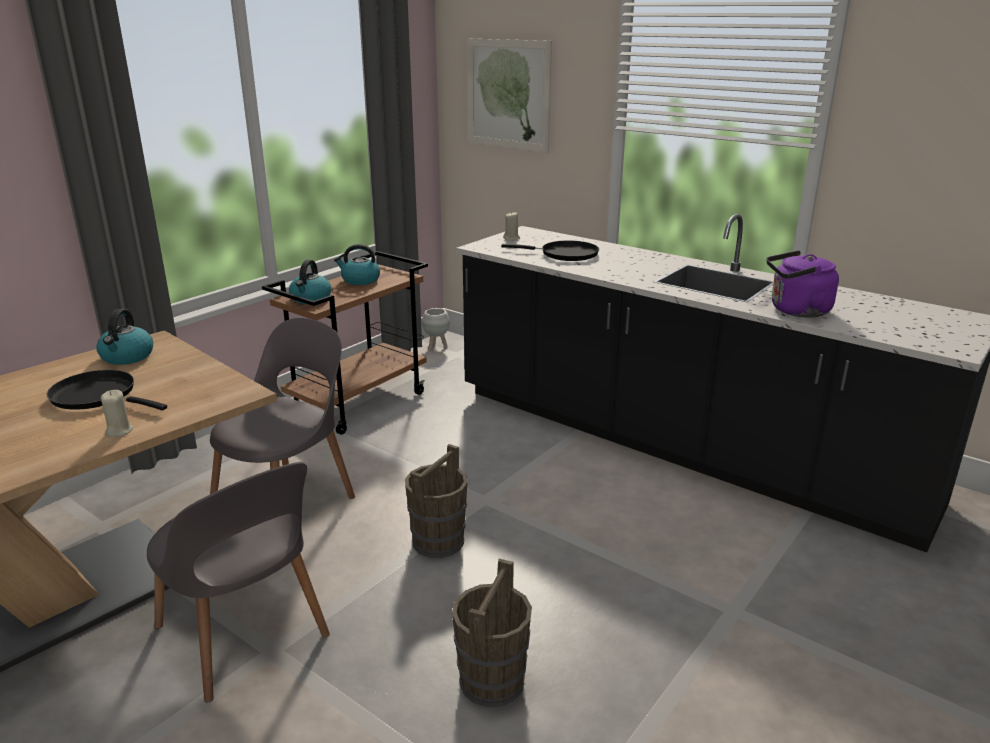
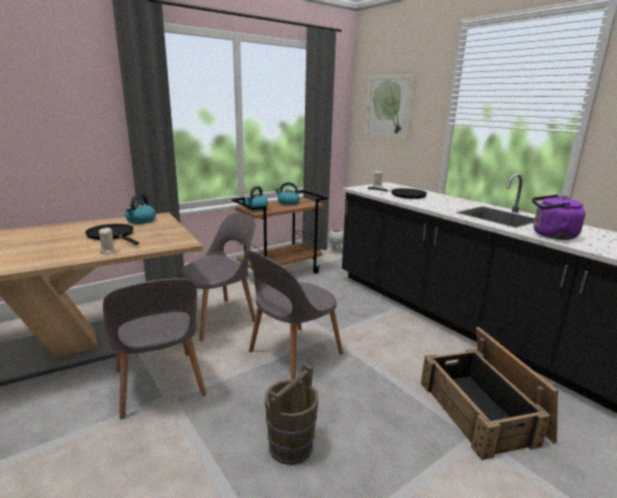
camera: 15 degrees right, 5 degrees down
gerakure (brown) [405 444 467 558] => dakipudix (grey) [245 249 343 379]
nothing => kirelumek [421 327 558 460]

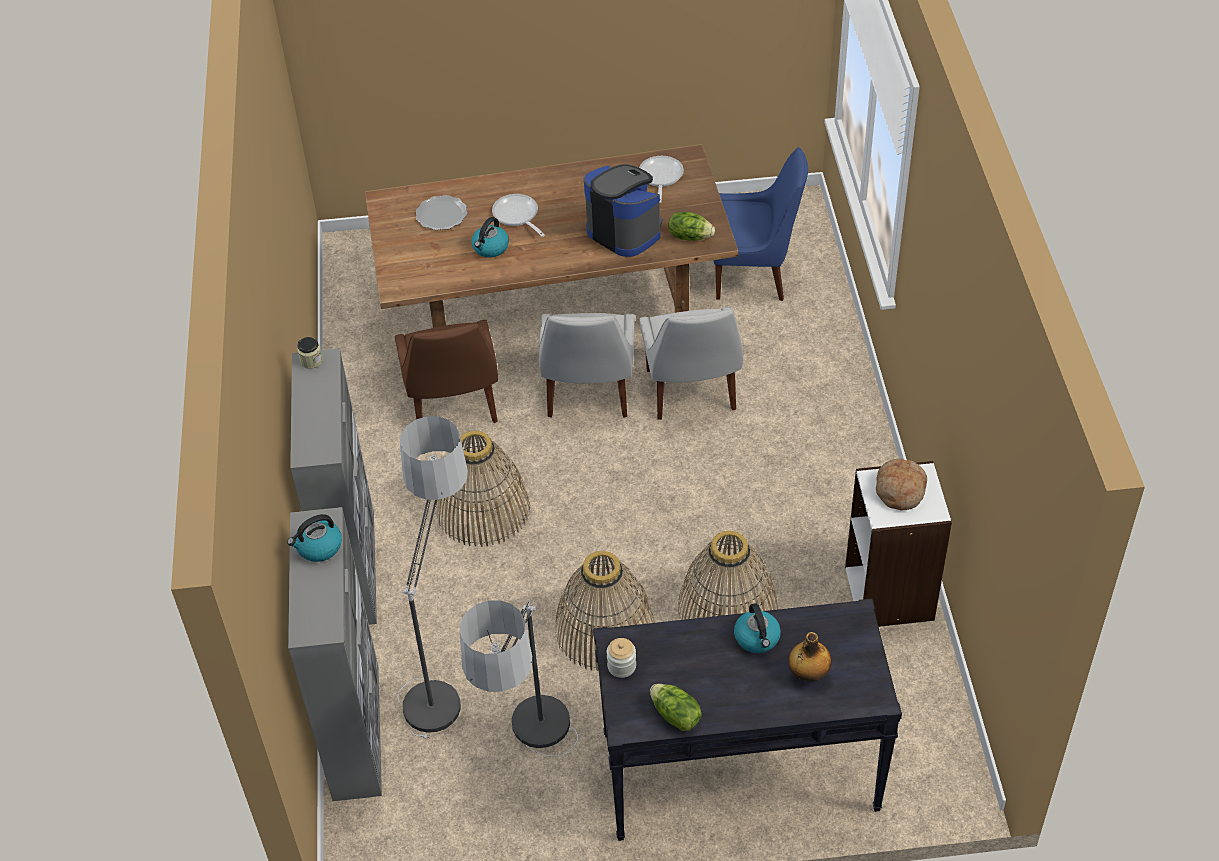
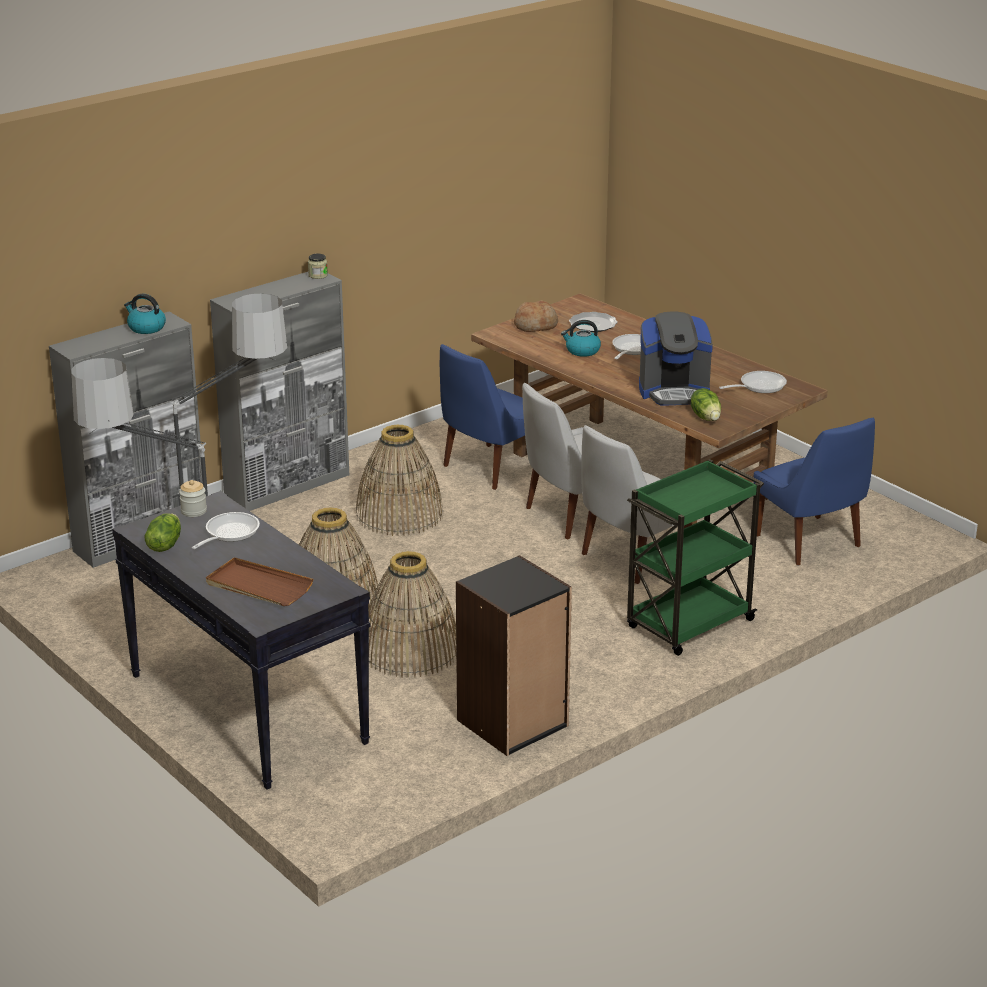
camera: 55 degrees right, 20 degrees down
dakipudix (brown) [395 320 498 423] => dakipudix (blue) [440 344 525 490]
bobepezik [584 164 662 257] => bobepezik [639 311 713 405], 75 degrees clockwise
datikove [734 603 781 653] => nothing
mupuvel [788 632 832 682] => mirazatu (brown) [206 557 313 606]
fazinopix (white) [845 461 952 627] => fazinopix (black) [456 555 572 756]
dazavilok [876 458 927 510] => dazavilok [514 300 558 332], move
nothing => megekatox [192 512 260 549]
nothing => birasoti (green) [627 459 764 656]

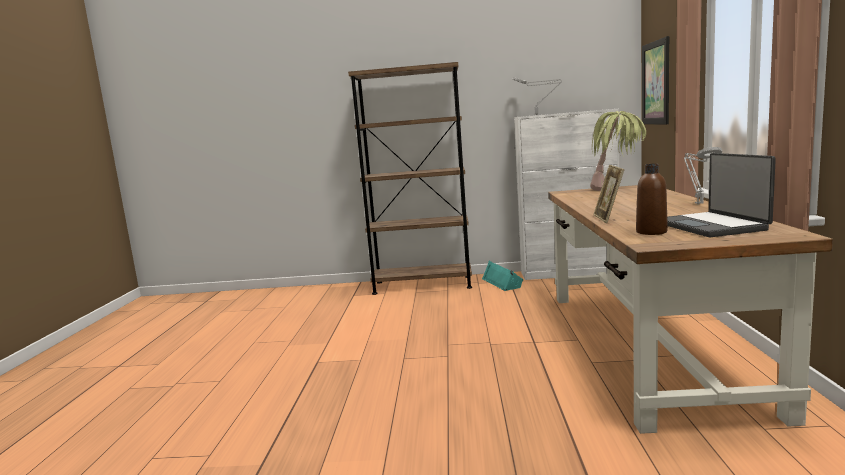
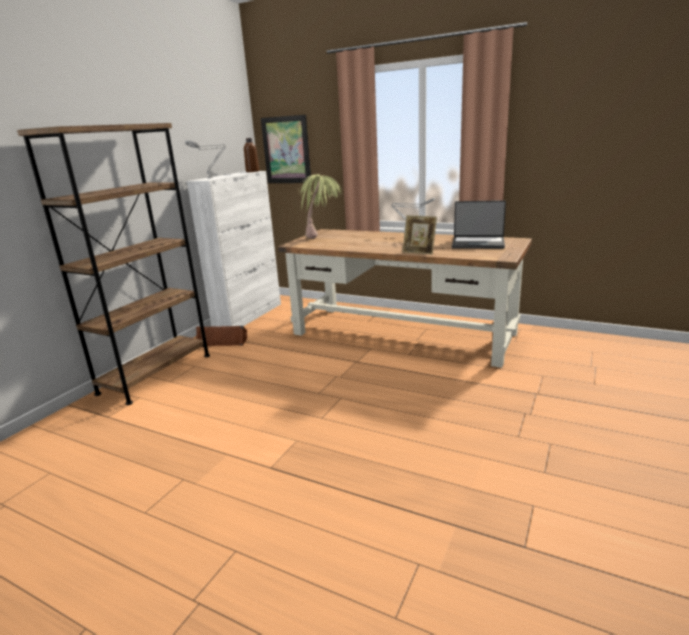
camera: 65 degrees left, 10 degrees up
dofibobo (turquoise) [482 261 523 291] => dofibobo (brown) [196 326 247 346]
mupuvel (brown) [636 164 668 235] => mupuvel (brown) [244 138 259 172], move

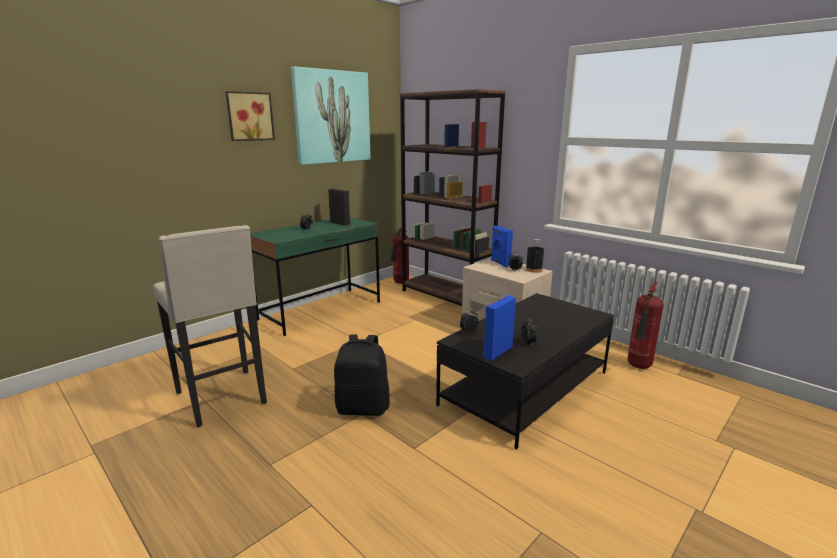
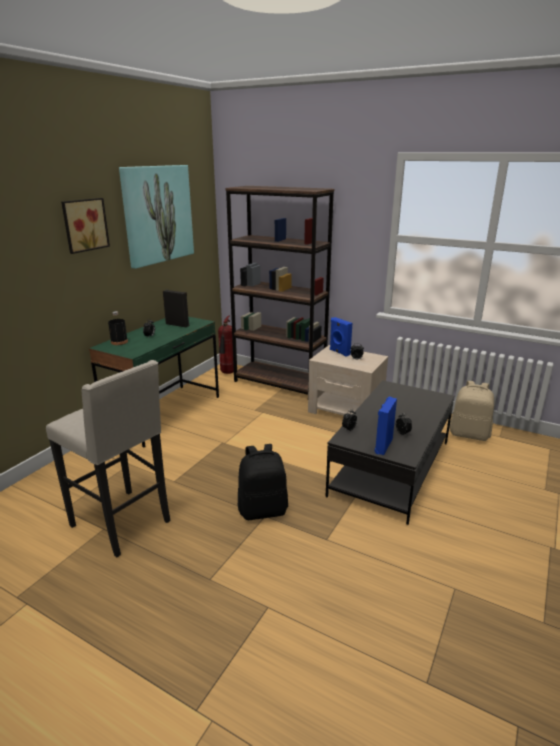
camera: 15 degrees left, 5 degrees up
mupuvel (black) [526 239 544 273] => mupuvel (black) [108 311 128 345], move
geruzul [628 282 663 369] => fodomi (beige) [450 381 494 441]

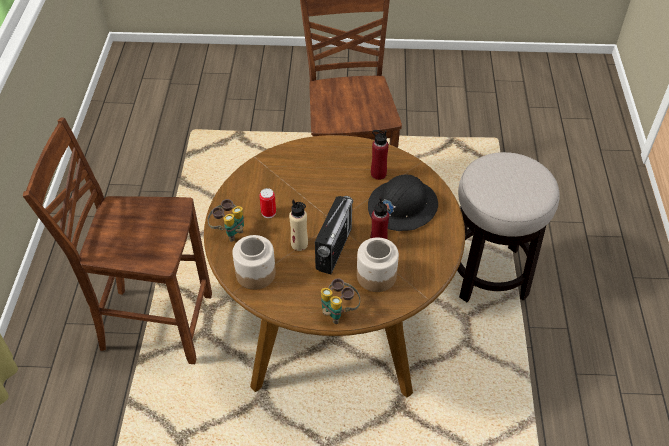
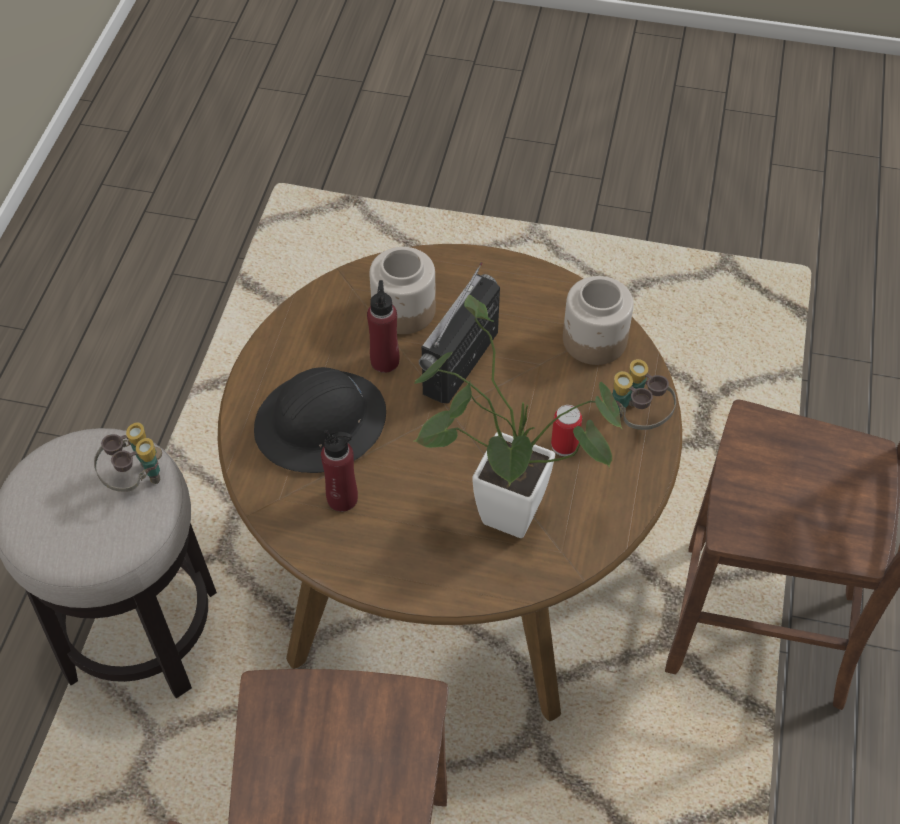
camera: 170 degrees left, 5 degrees up
mupuvel (beige) [289 200 308 251] => nothing
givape [321 278 360 324] => givape [94 422 162 492], move
nothing => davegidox [414 295 623 538]

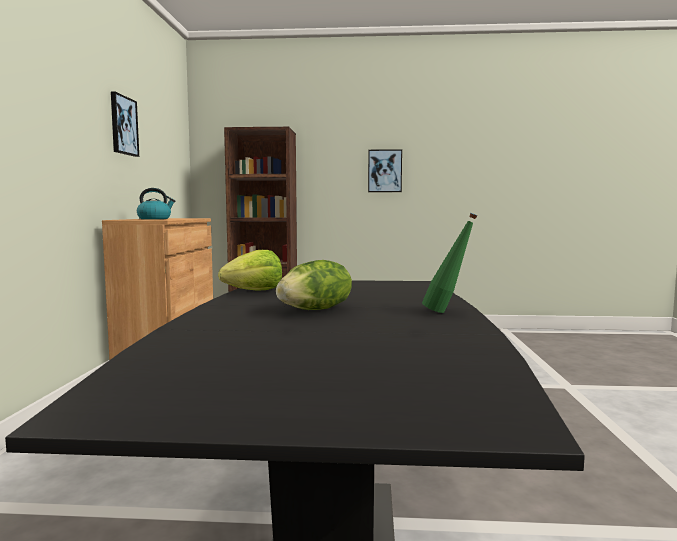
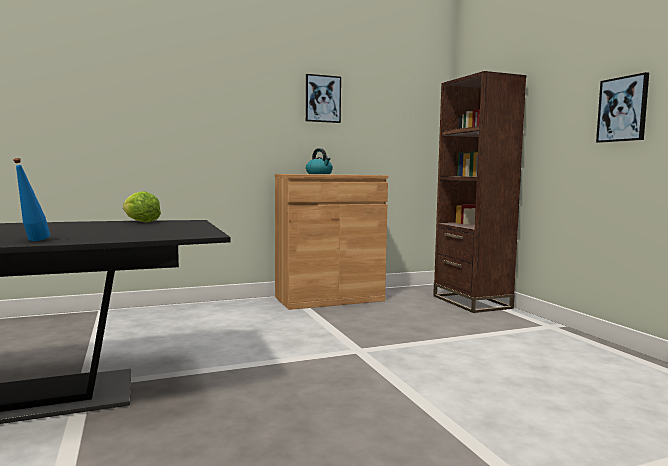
camera: 65 degrees right, 0 degrees up
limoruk [276 260 352 310] => nothing
mupuvel (green) [422 213 477 313] => mupuvel (blue) [13 158 50 241]

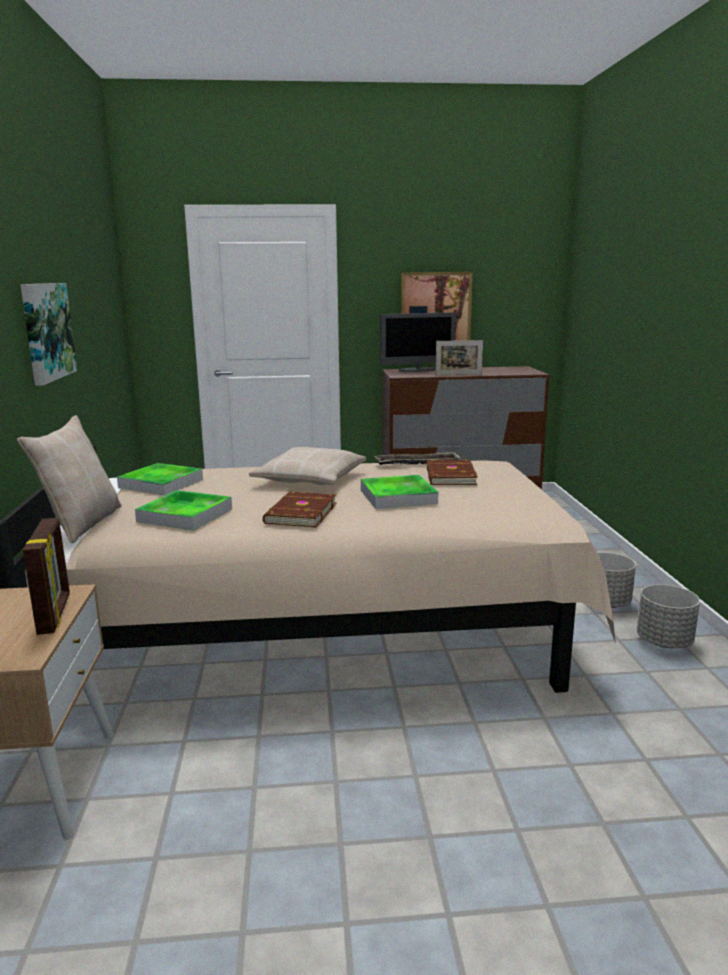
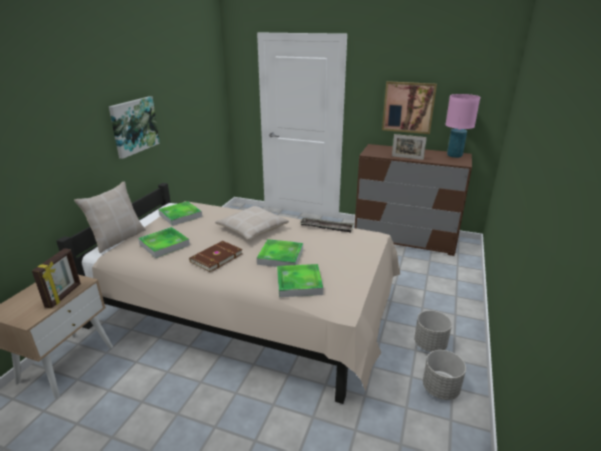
camera: 25 degrees right, 10 degrees up
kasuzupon [380 312 456 372] => nothing
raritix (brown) [426 460 478 485] => nothing
nothing => mirazatu [277 264 323 297]
nothing => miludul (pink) [445 94 480 158]

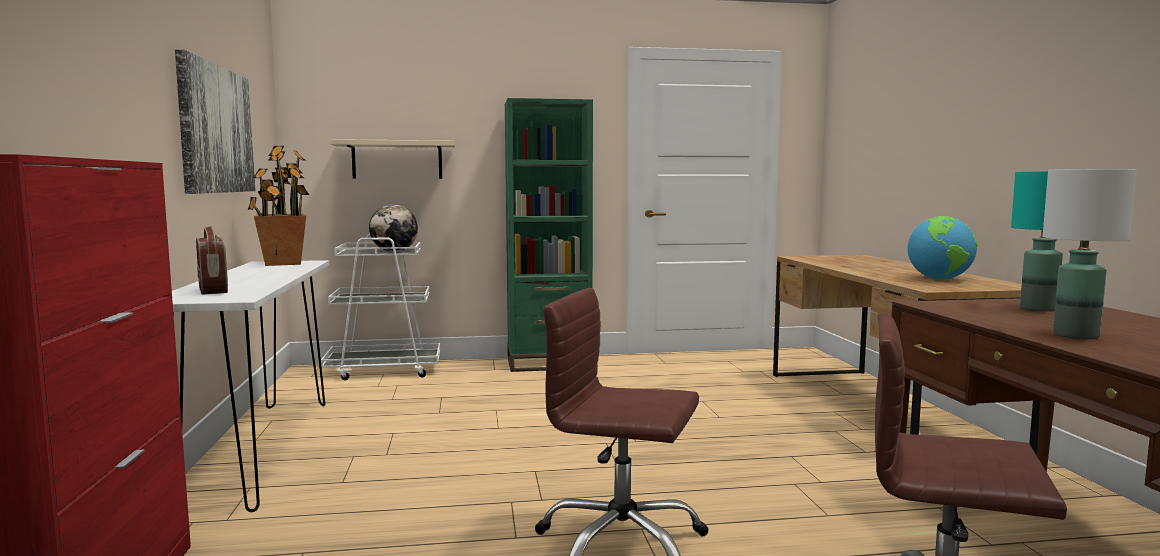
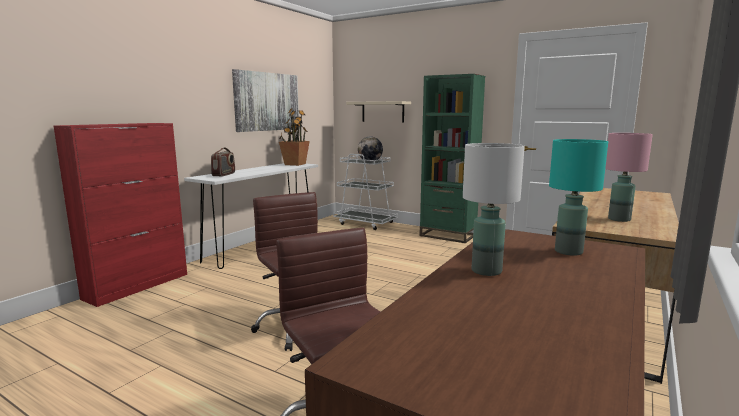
camera: 40 degrees right, 5 degrees up
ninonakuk [908 216 977 280] => miludul (pink) [605 133 653 222]

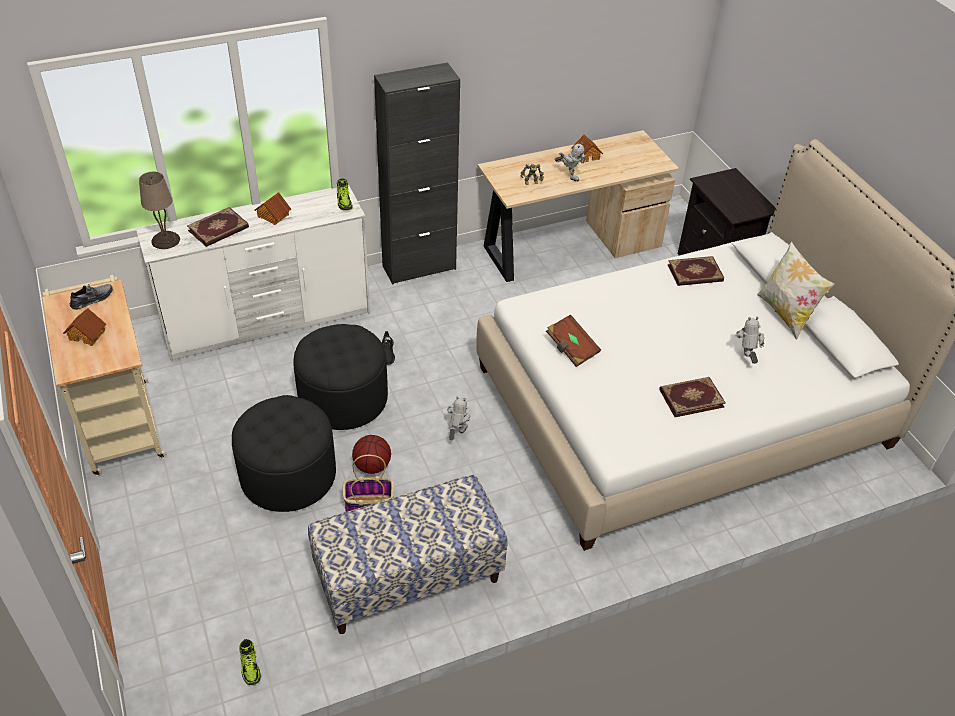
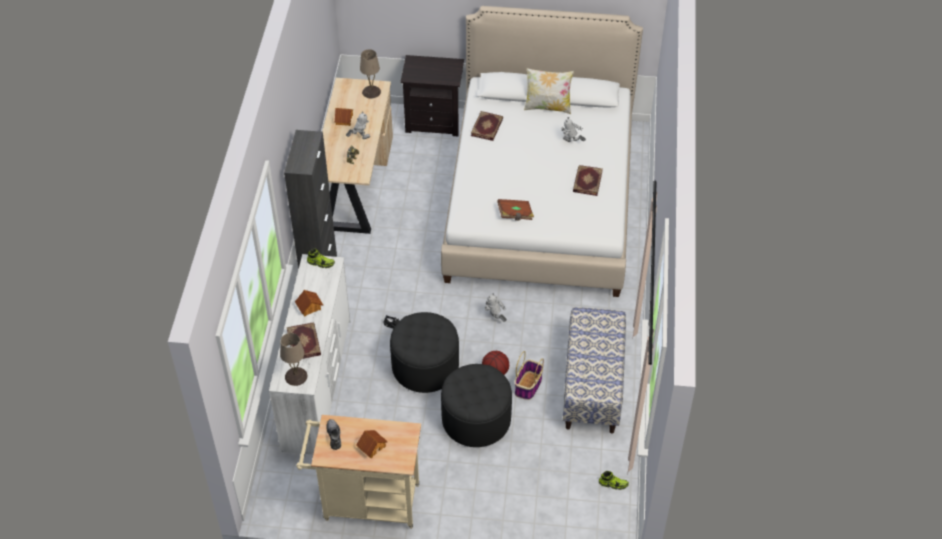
camera: 60 degrees left, 5 degrees up
nothing => miludul (beige) [360 49 381 98]

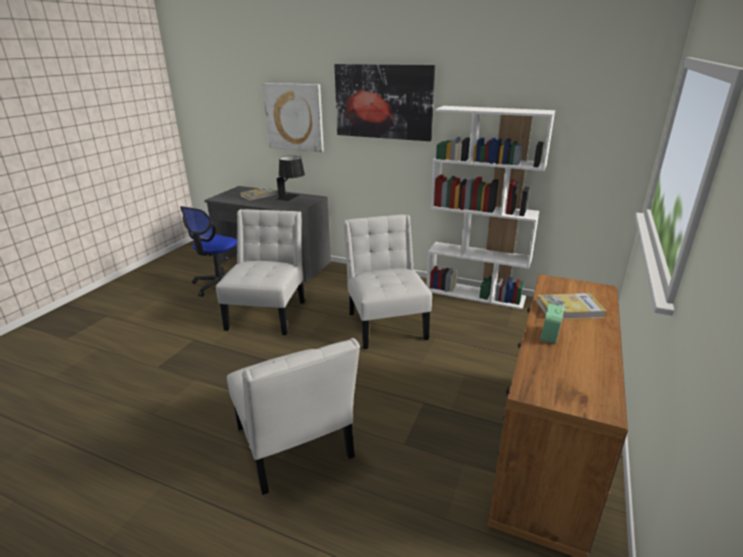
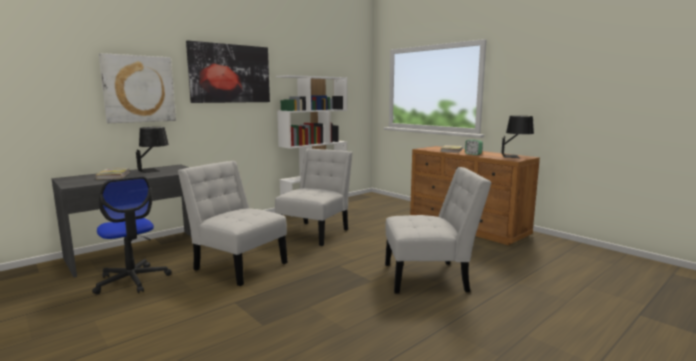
camera: 65 degrees left, 15 degrees down
dakipudix (white) [343 214 432 349] => dakipudix (white) [275 149 353 246], 105 degrees clockwise
nothing => miludul (black) [501 116 534 158]

